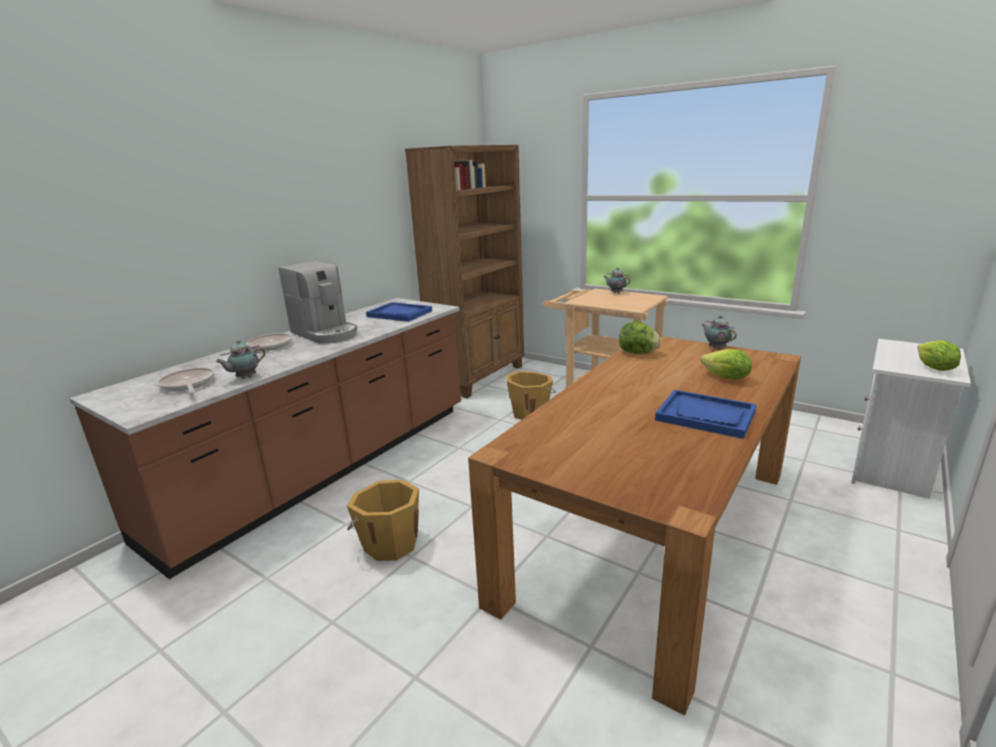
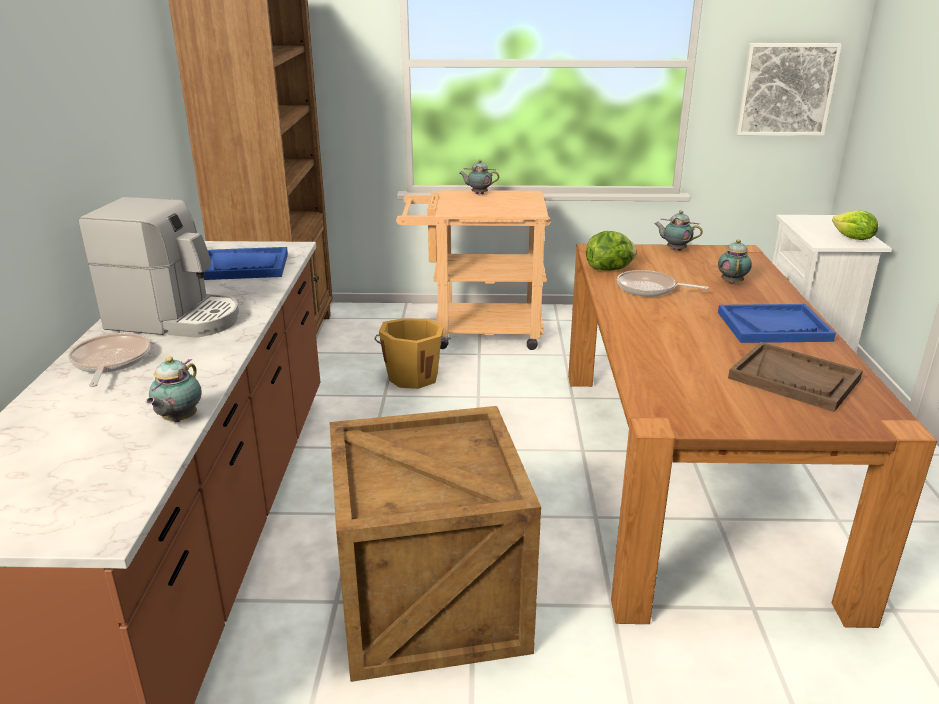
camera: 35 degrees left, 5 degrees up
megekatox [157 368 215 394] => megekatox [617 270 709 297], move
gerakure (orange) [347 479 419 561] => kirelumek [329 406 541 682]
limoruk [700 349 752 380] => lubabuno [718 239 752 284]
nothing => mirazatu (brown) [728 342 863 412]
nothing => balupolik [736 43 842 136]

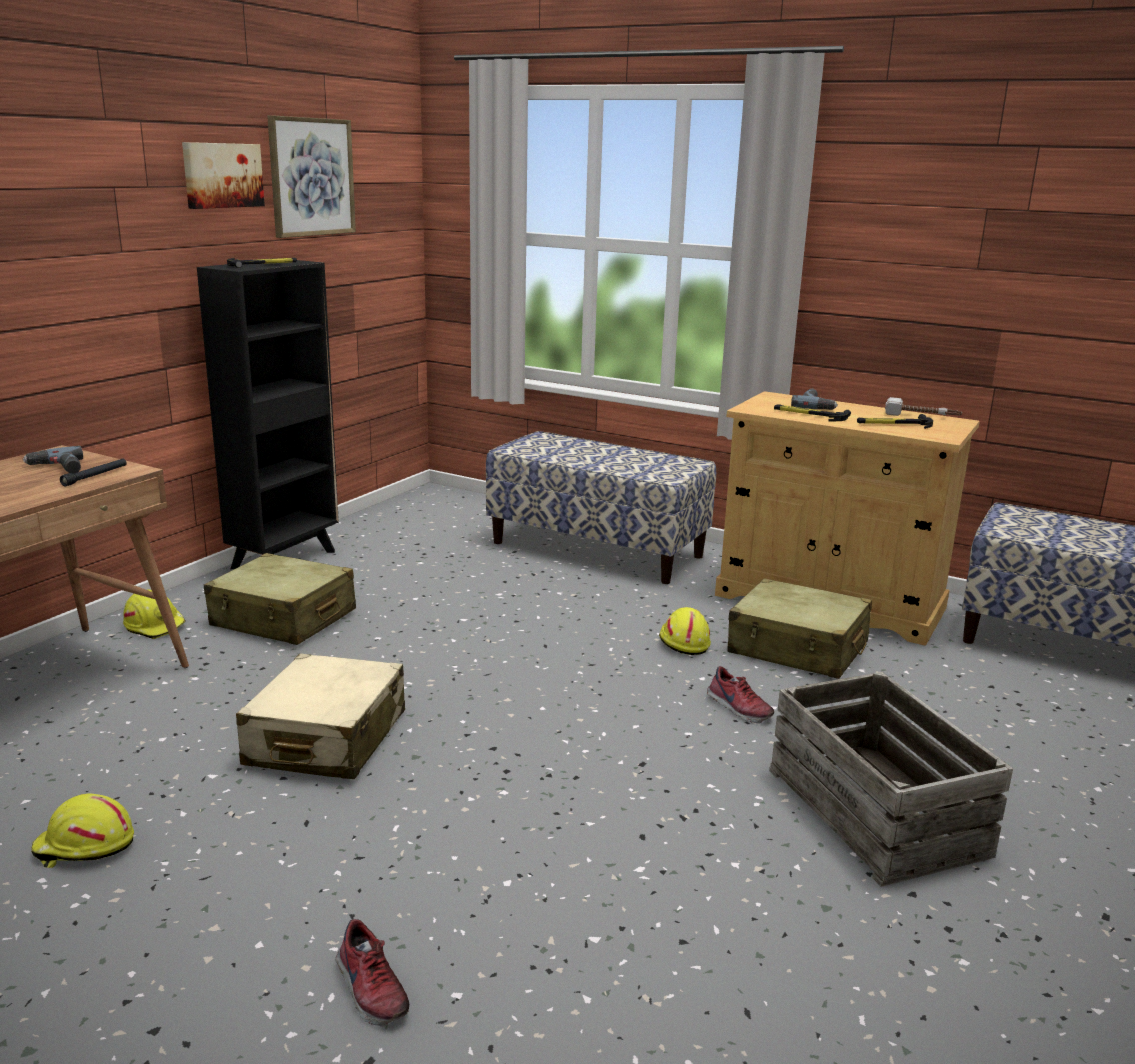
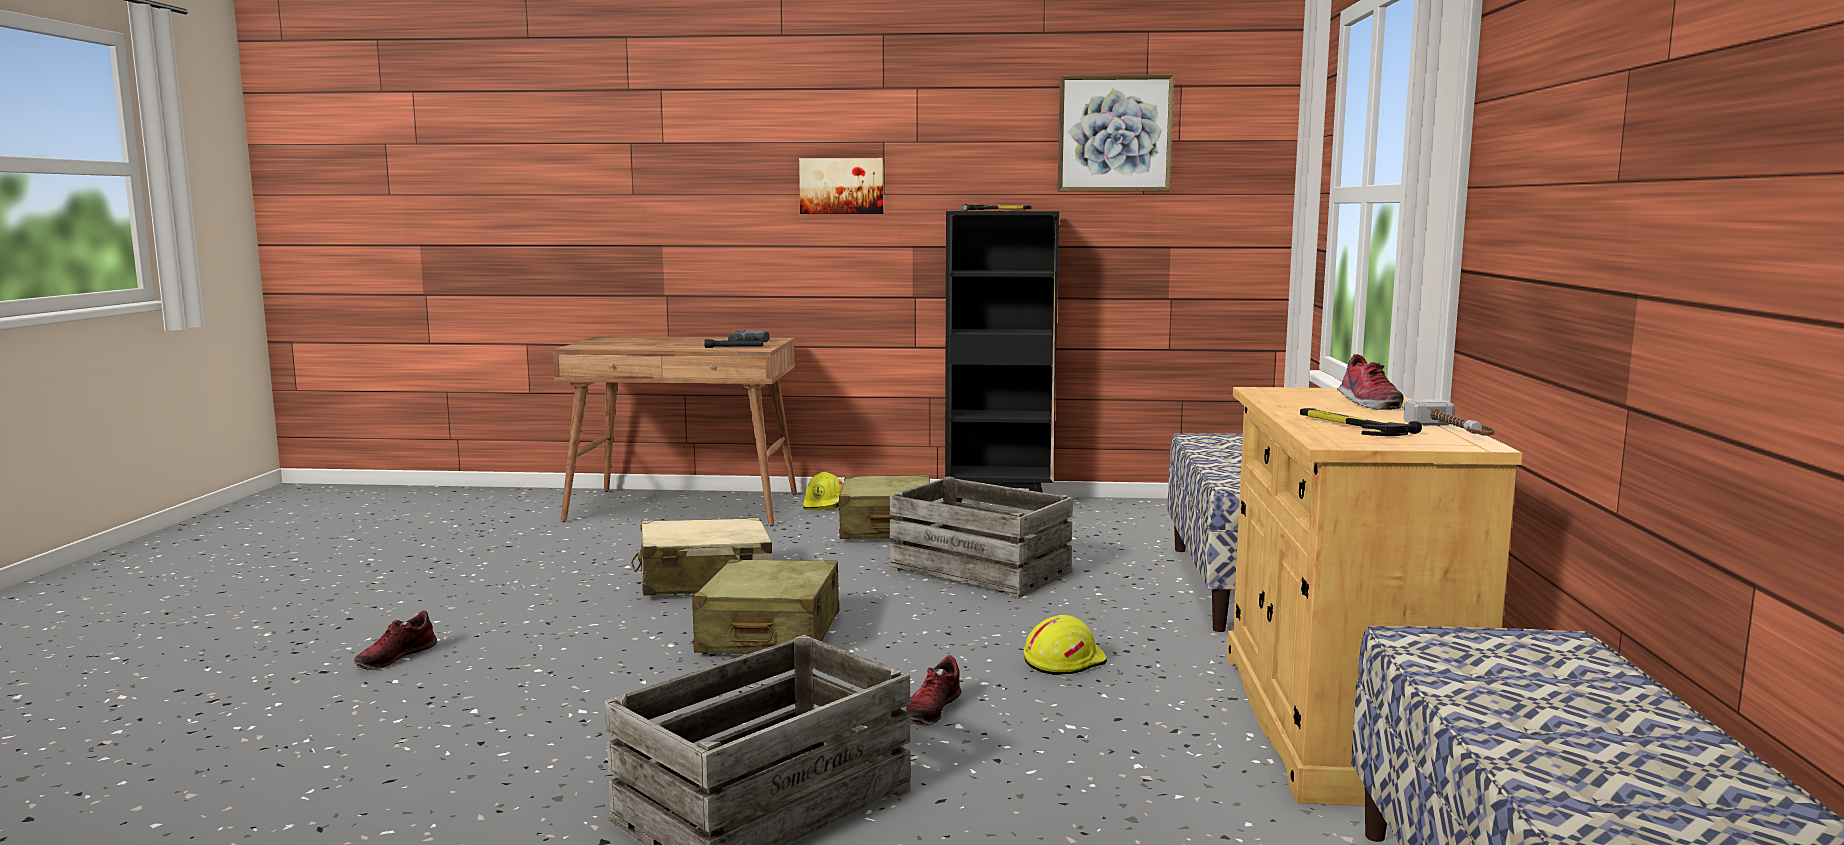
camera: 65 degrees right, 10 degrees down
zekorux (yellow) [31 793 134 868] => nothing
balupolik [182 142 265 209] => balupolik [799 158 883 214], move
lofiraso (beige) [728 578 872 679] => lofiraso (beige) [692 559 839 654], move
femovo [774 404 851 421] => nothing
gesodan [791 389 838 410] => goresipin [1337 354 1404 410]
nothing => kirelumek [889 476 1073 599]

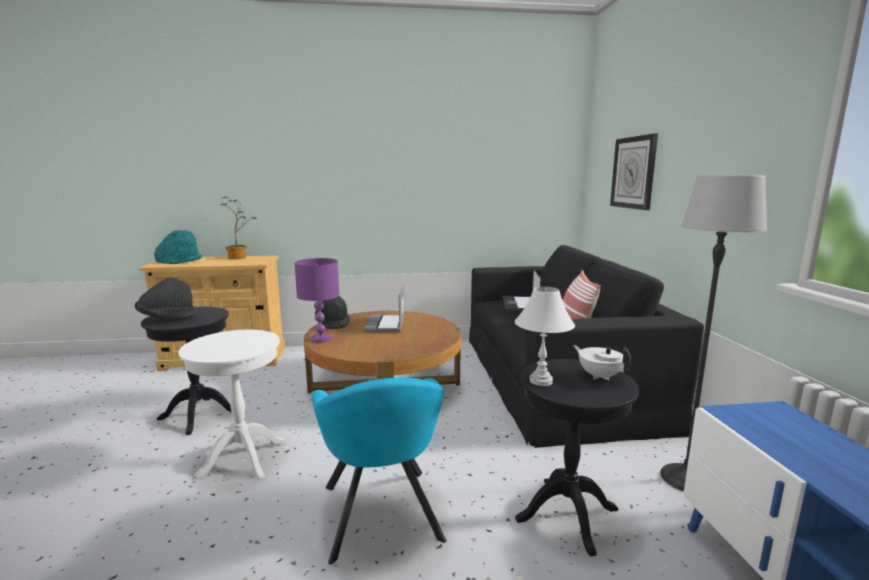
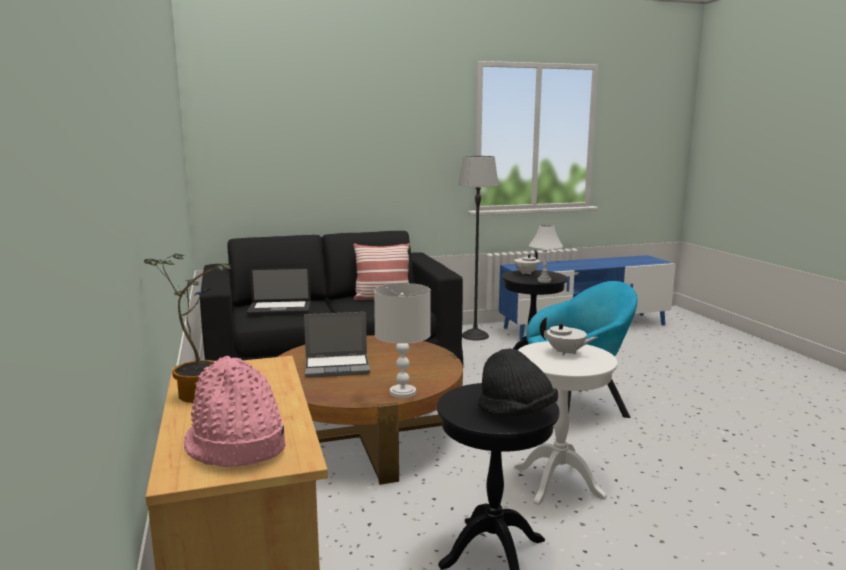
camera: 100 degrees left, 0 degrees up
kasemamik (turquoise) [154 230 202 264] => kasemamik (pink) [184 356 285 467]
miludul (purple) [295 258 340 343] => miludul (white) [374 283 431 398]
kasemamik (black) [315 296 350 329] => nothing
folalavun [610 134 658 210] => nothing
nothing => lubabuno (white) [540 317 598 356]

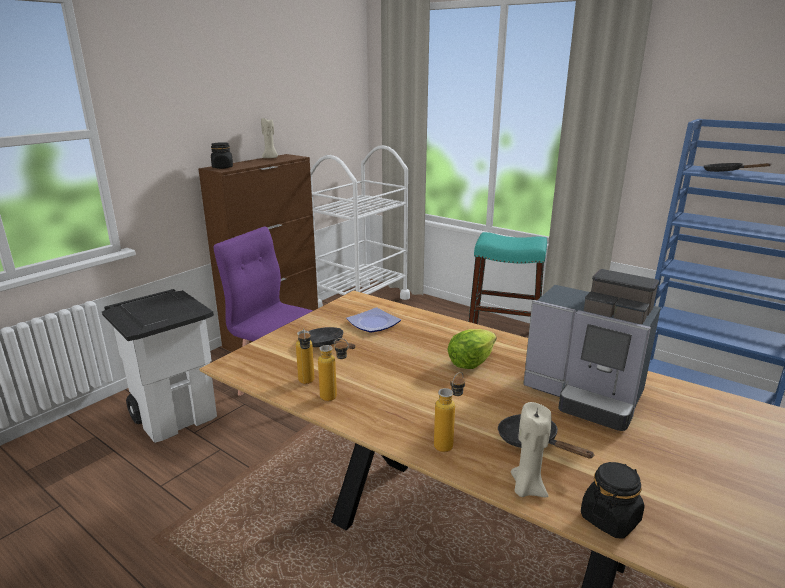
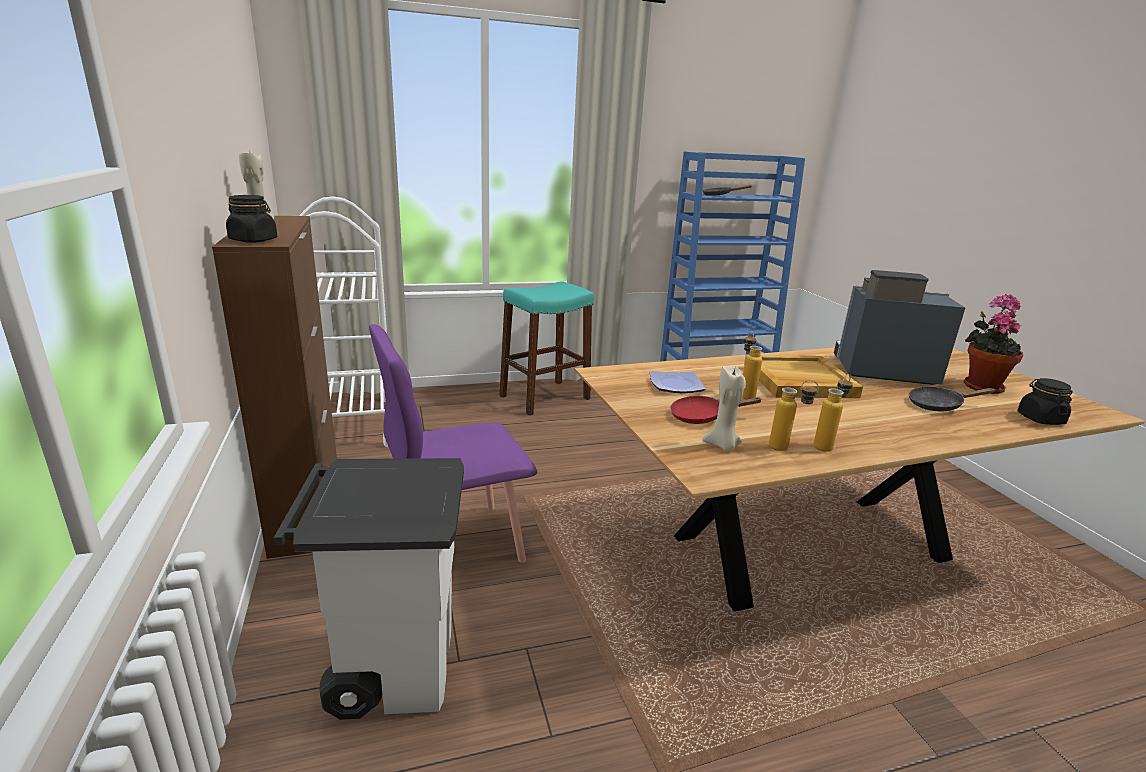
camera: 55 degrees left, 0 degrees up
megekatox (black) [309 327 355 349] => megekatox (red) [670 396 762 424]
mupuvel [434 372 465 452] => mupuvel [742 331 762 399], move
limoruk [447 329 496 369] => mirazatu (beige) [744 355 863 398]
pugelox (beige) [511 402 551 497] => pugelox (beige) [702 366 746 451], move
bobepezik [523 269 661 431] => bobepezik [834 270 965 385], 150 degrees counterclockwise
nothing => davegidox [964 294 1023 394]

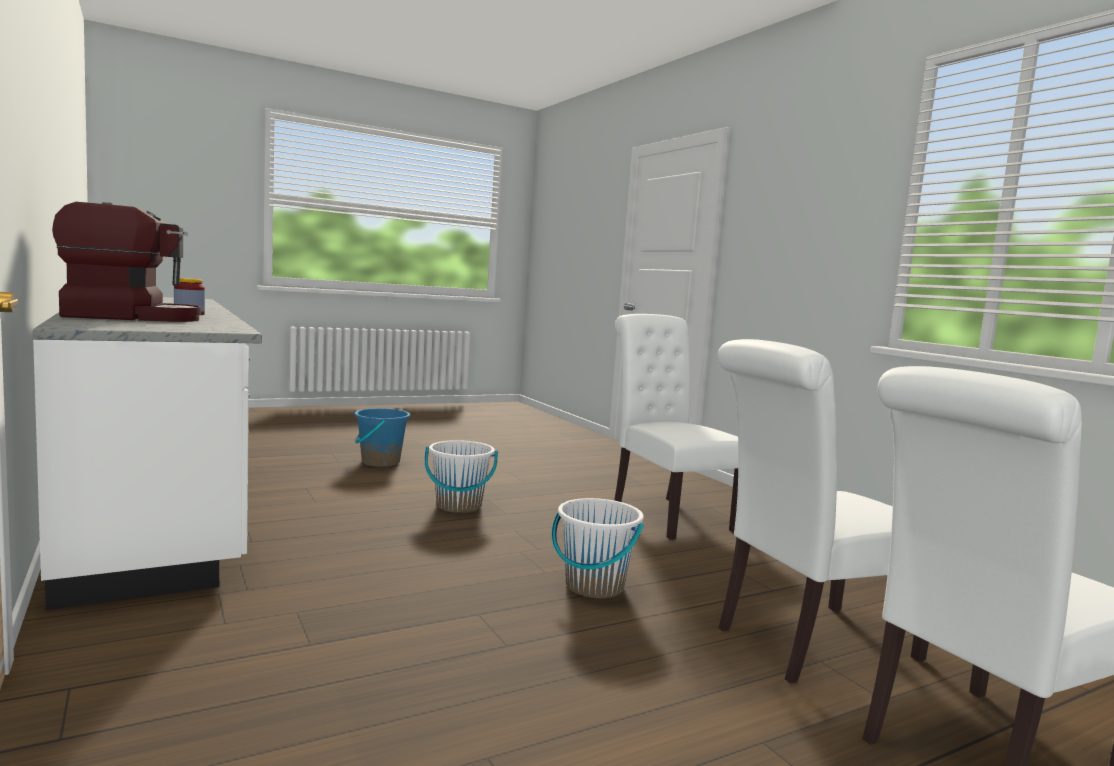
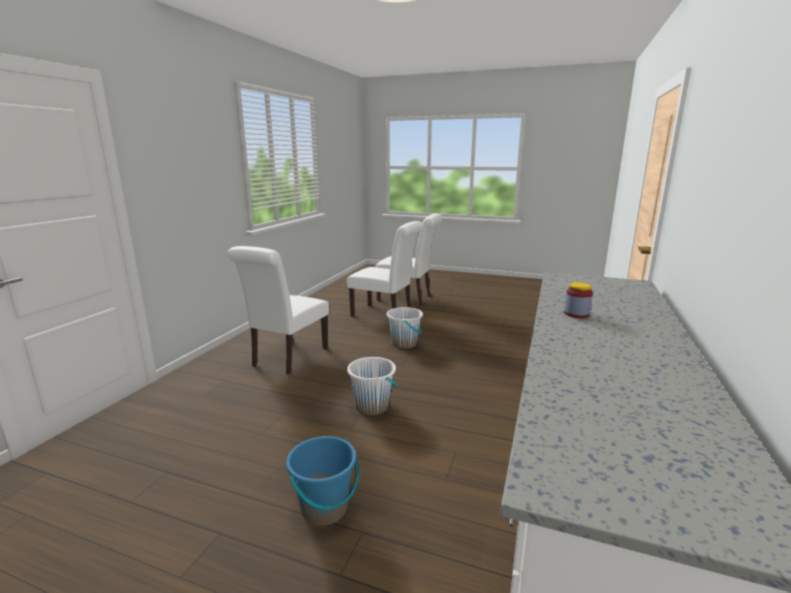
camera: 130 degrees left, 10 degrees up
bobepezik [52 202 201 322] => nothing

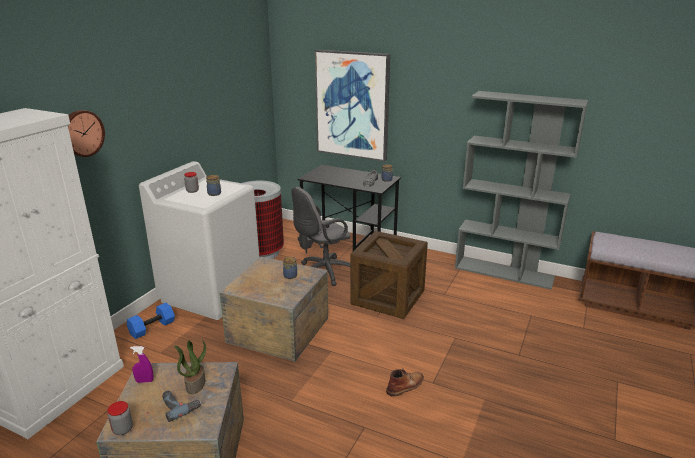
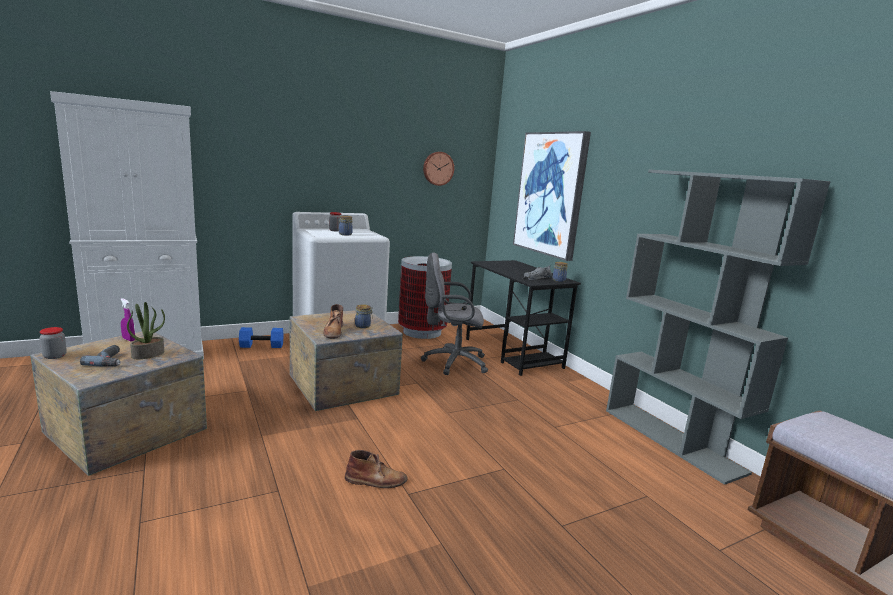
camera: 35 degrees right, 10 degrees down
folalavun [68 110 105 157] => folalavun [423 152 454 186], move
kirelumek [350 231 428 319] => nothing
nothing => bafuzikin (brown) [323 304 343 339]

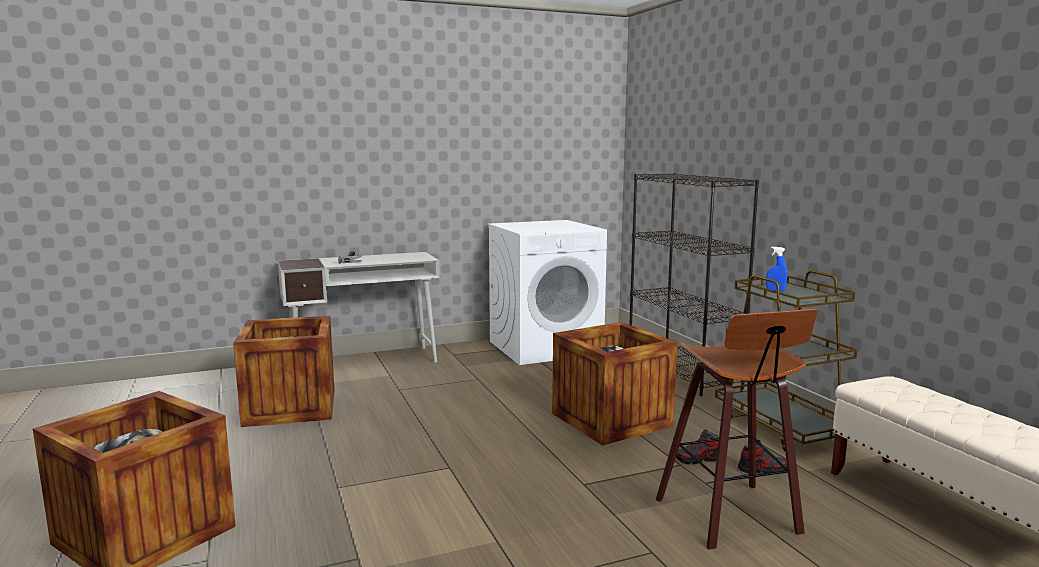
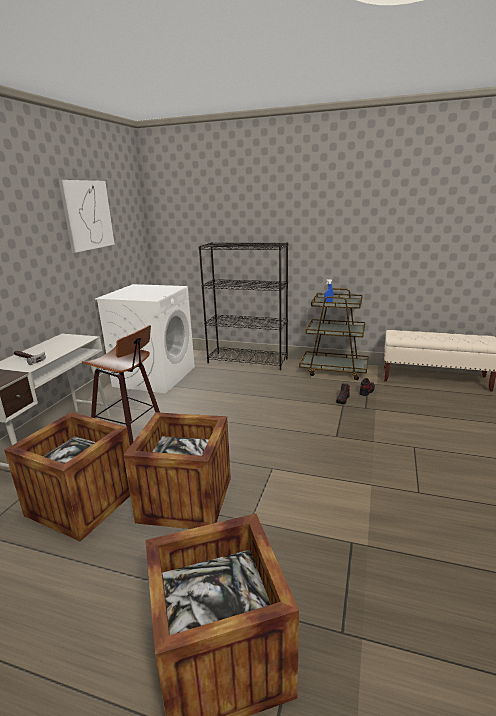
camera: 50 degrees left, 10 degrees up
kirelumek [552 322 678 445] => kirelumek [123 412 231 529], move
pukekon [656 309 818 549] => pukekon [82 325 160 446], move
nothing => balupolik [59 180 115 253]

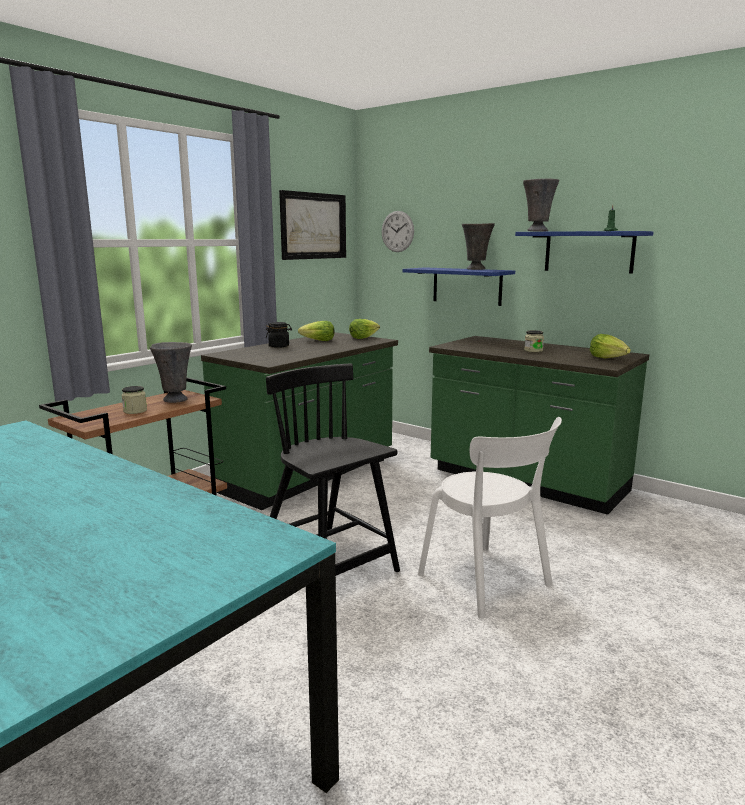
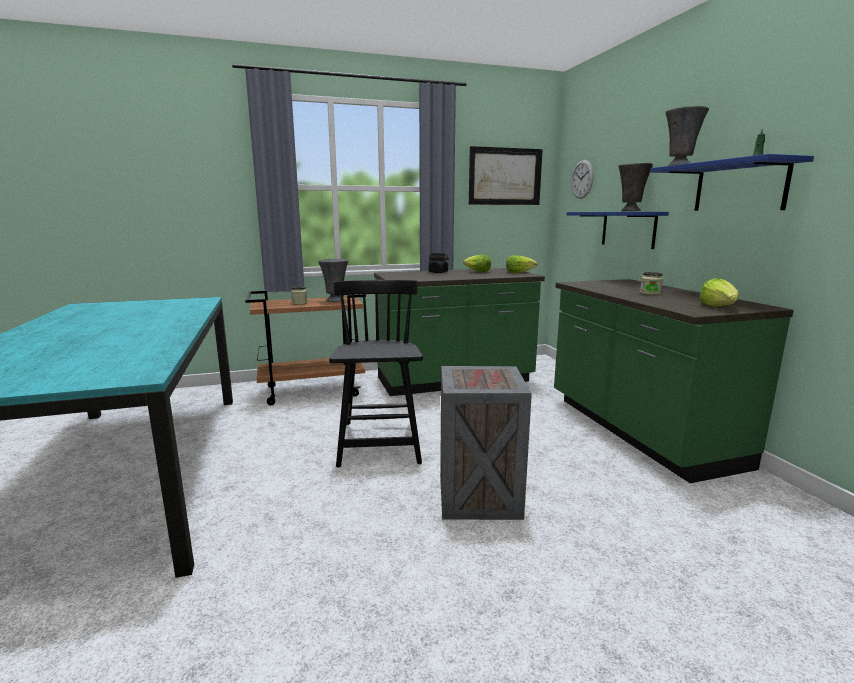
camera: 35 degrees right, 0 degrees up
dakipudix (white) [418 417 562 619] => kirelumek [440 366 532 520]

